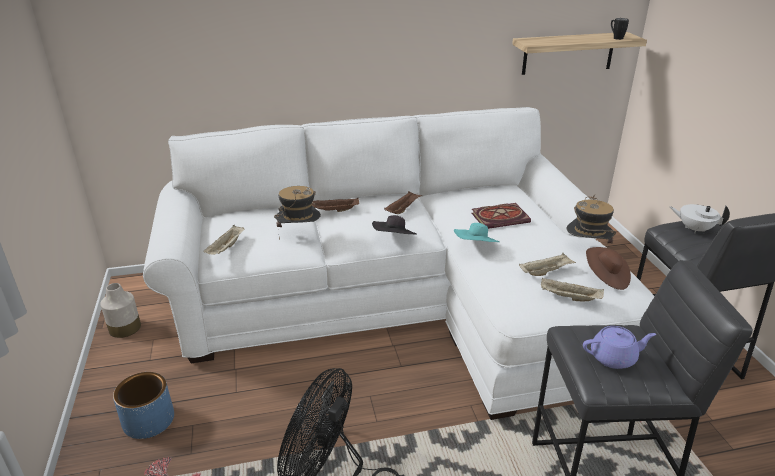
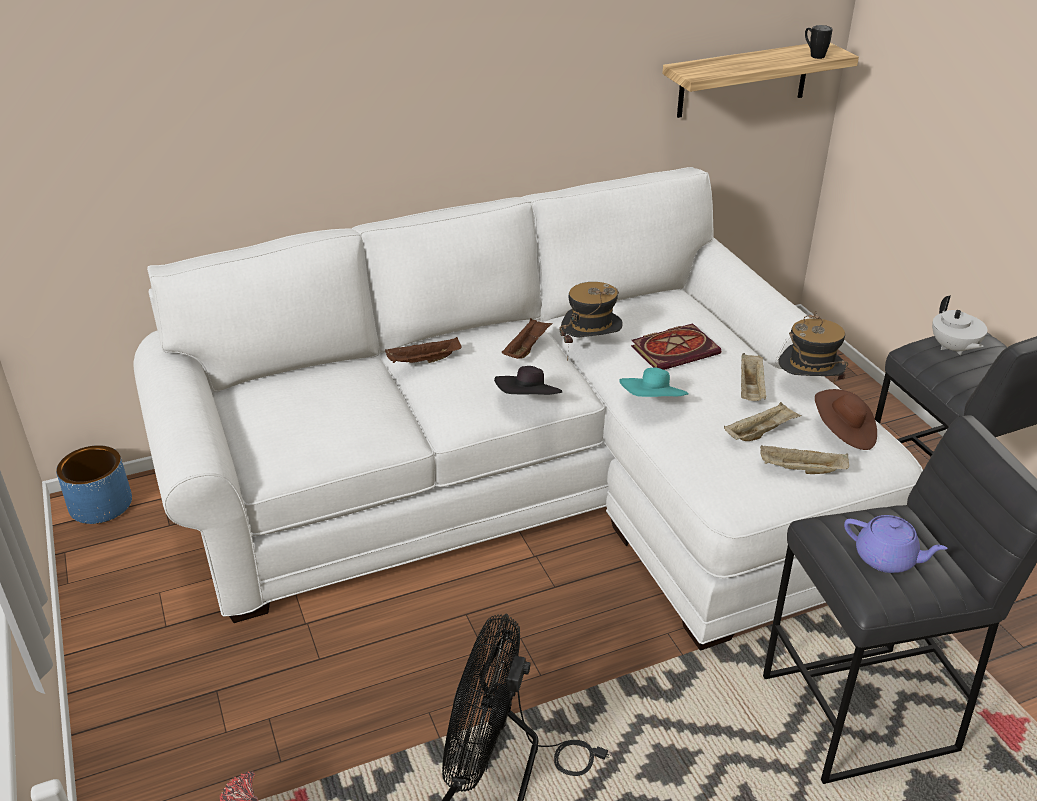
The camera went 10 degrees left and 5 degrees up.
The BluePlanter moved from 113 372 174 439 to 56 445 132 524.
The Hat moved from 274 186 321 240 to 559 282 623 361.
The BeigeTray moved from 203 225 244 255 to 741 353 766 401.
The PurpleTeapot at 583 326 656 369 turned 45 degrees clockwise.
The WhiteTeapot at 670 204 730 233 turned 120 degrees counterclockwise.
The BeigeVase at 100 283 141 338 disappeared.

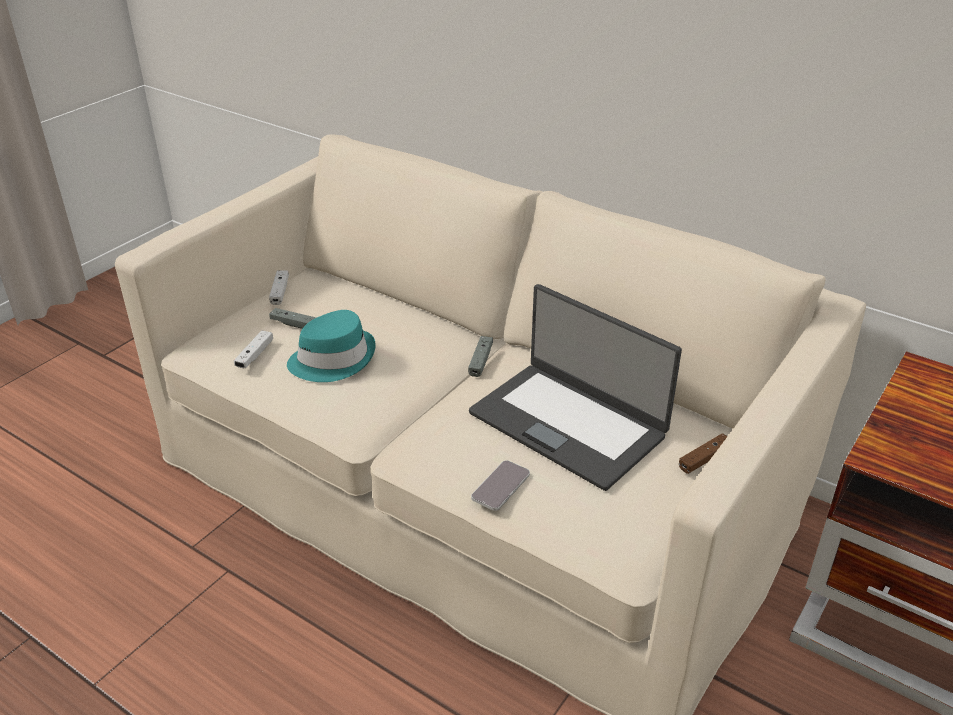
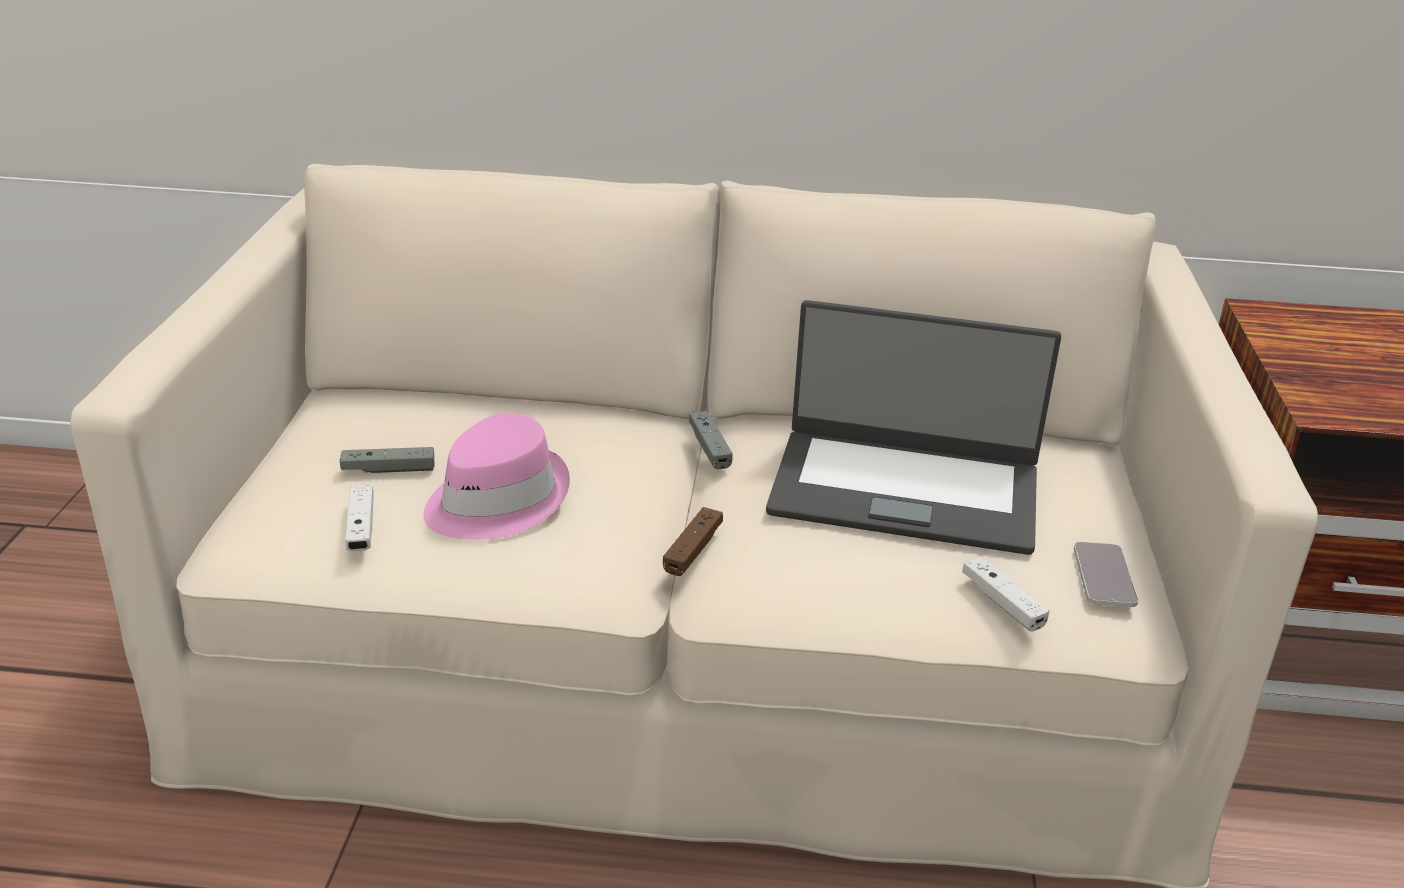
The camera went 30 degrees left and 5 degrees down.
The TurquoiseHat at 287 310 376 382 became the PinkHat at 423 413 570 540.
The BrownGameController moved from 679 433 728 474 to 663 507 723 576.
The WhiteGameController moved from 269 271 289 305 to 962 557 1049 631.
The Phone moved from 471 460 530 511 to 1074 542 1138 607.

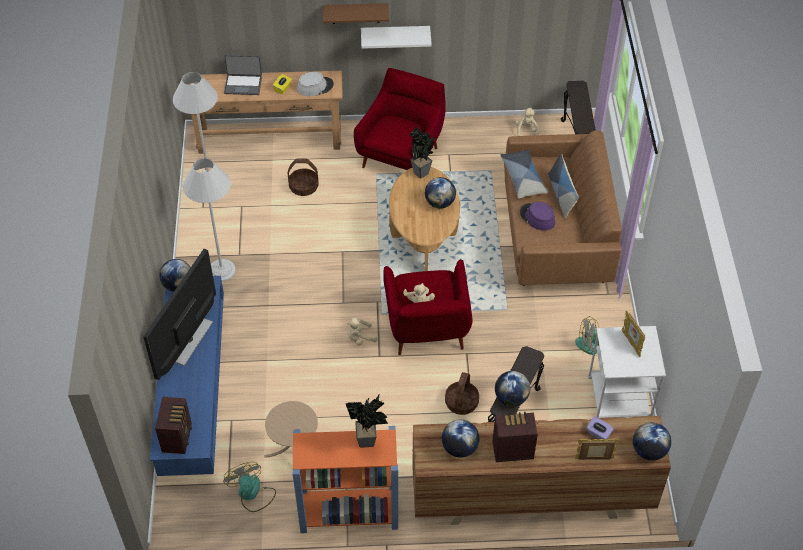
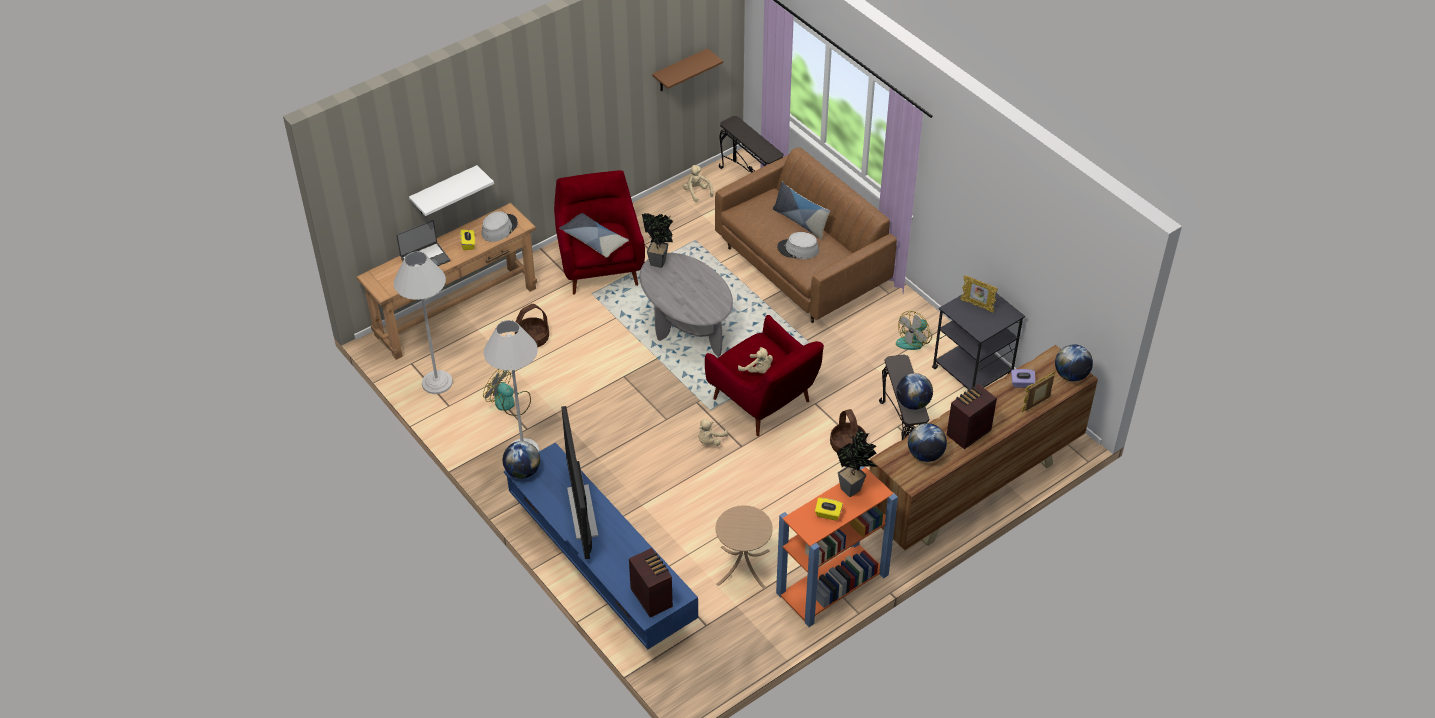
The camera went 35 degrees left and 5 degrees down.
The WhiteShelf moved from 361 26 432 49 to 409 165 494 216.
The Fan moved from 223 462 276 512 to 483 370 531 416.
The Pillow moved from 500 150 548 199 to 559 213 629 258.
The BrownCoffeeTable at 389 167 460 271 became the GreyCoffeeTable at 640 253 733 357.
The BrownShelf moved from 323 3 389 24 to 652 48 723 91.
The PurpleHat at 520 202 555 231 became the GreyHat at 777 232 819 259.
The YellowTissueBox at 815 498 843 520 appeared.
The WhiteCart at 588 326 666 418 became the BlackCart at 932 293 1025 390.
The Globe at 425 177 456 209 disappeared.

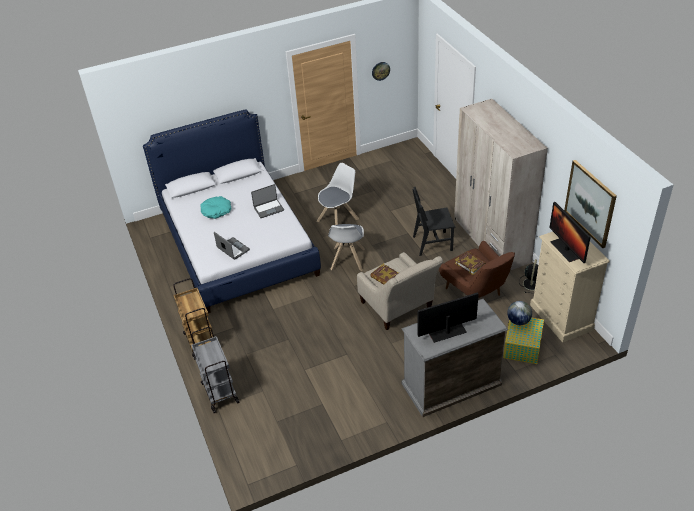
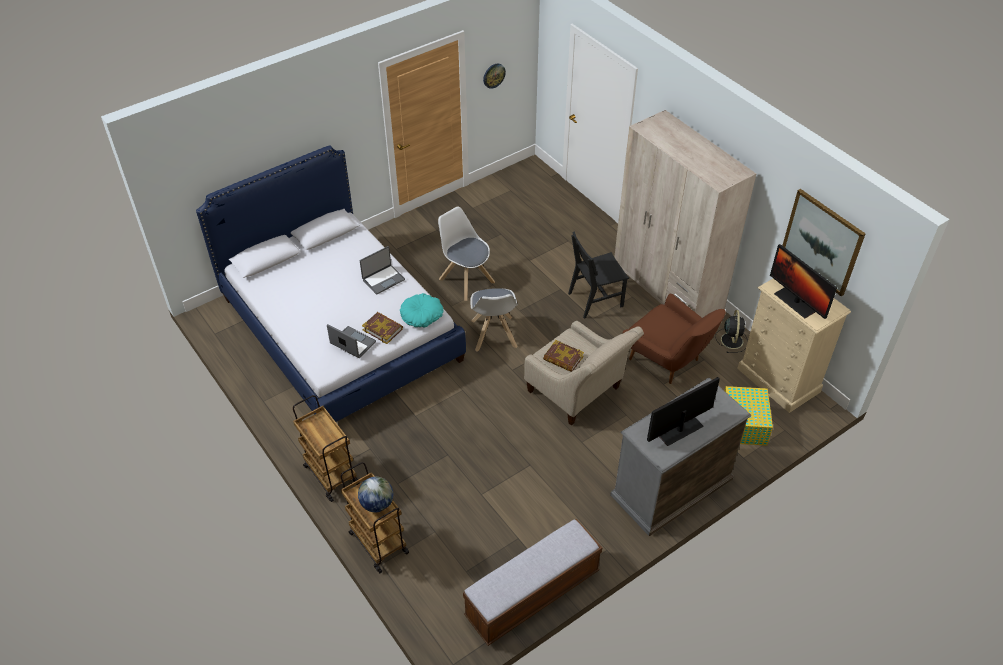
The camera went 15 degrees left and 5 degrees up.
The GreyCart at 191 327 239 413 became the BrownCart at 340 462 409 574.
The Globe moved from 507 301 532 325 to 358 477 393 512.
The Book moved from 455 251 486 275 to 362 312 403 344.
The TurquoisePillow moved from 200 196 231 219 to 400 293 443 328.
The Chair at 316 163 359 225 turned 75 degrees counterclockwise.
The Bench at 463 519 602 646 appeared.

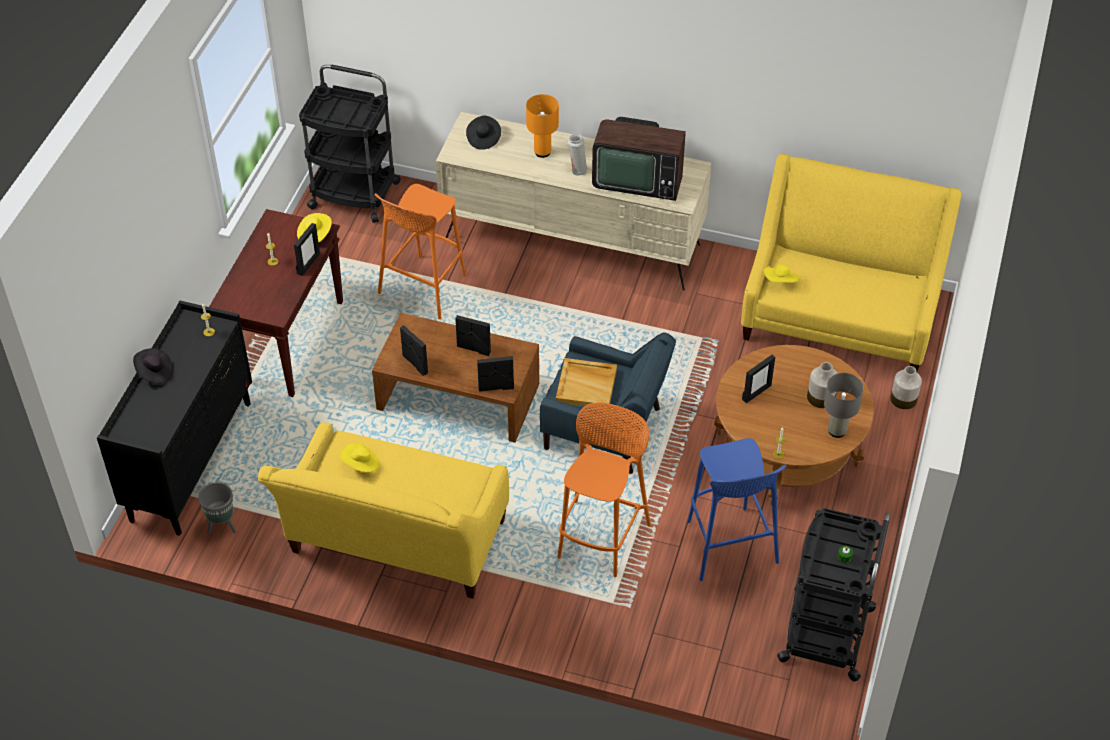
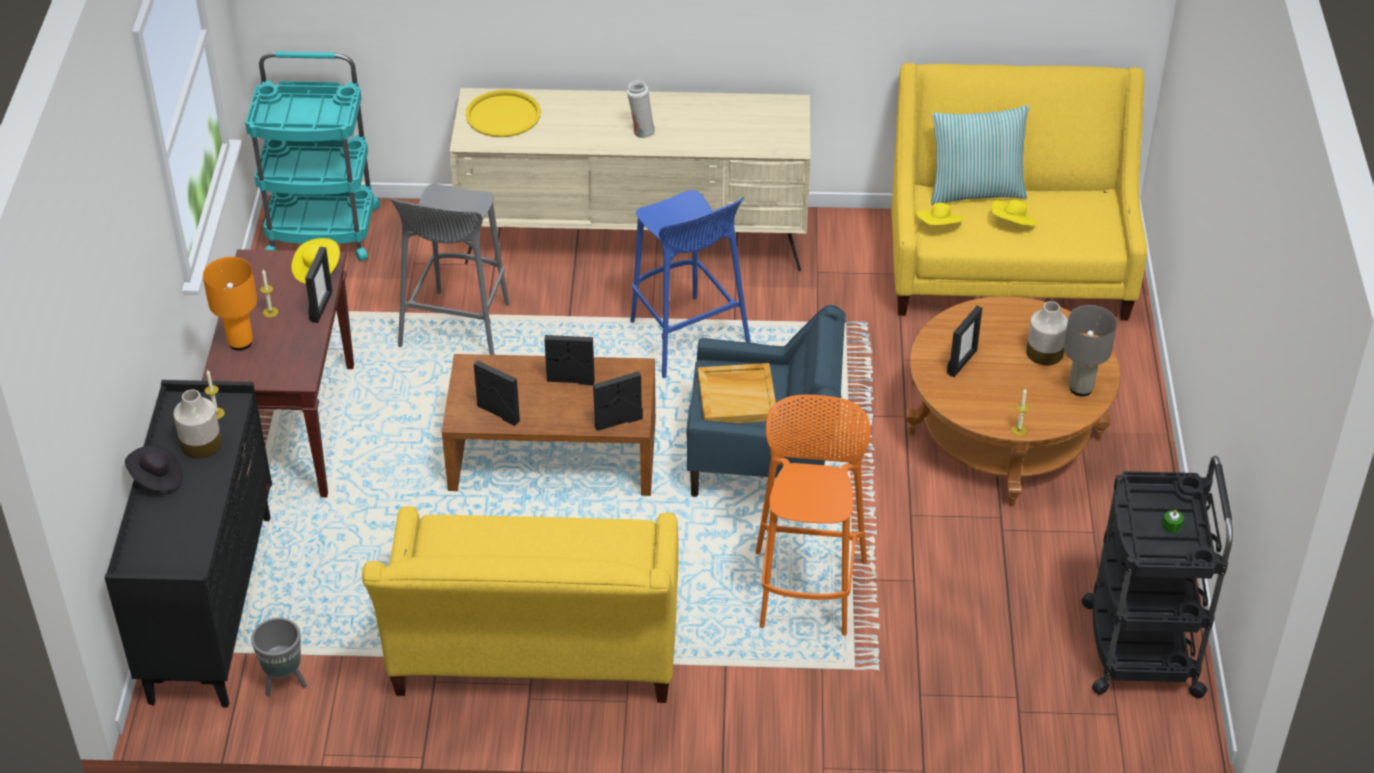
The camera went 15 degrees left and 5 degrees down.
The BeigeVase moved from 890 366 922 409 to 173 389 222 459.
The OrangeTableLamp moved from 526 94 559 158 to 203 257 257 351.
The BlackCart at 299 65 401 223 became the TurquoiseCart at 245 51 380 261.
The OrangeStool at 374 184 466 319 became the GreyStool at 390 184 509 355.
The BlackHat at 466 116 501 150 was replaced by the YellowTray at 465 90 541 137.
The BlueStool moved from 687 438 786 581 to 630 190 751 378.
The Pillow at 931 105 1029 205 appeared.
The YellowHat moved from 340 443 380 472 to 991 199 1037 226.
The Television at 592 117 686 201 disappeared.

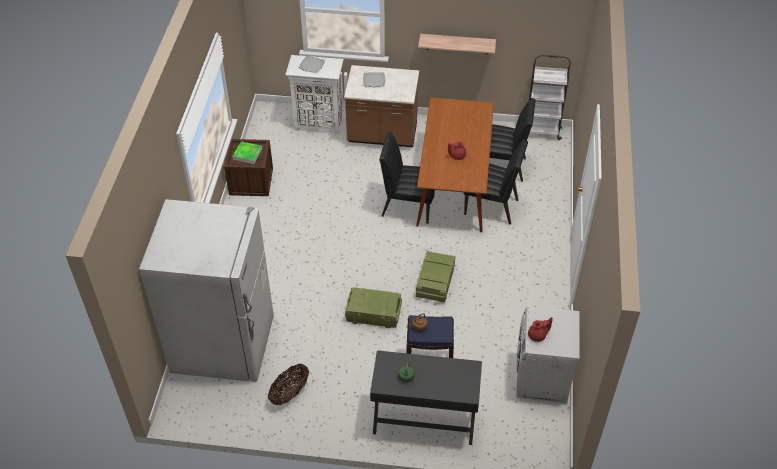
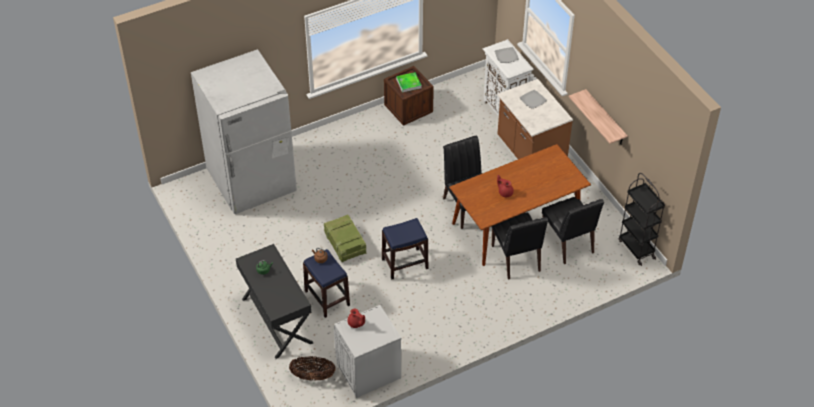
The camera went 55 degrees right and 0 degrees up.
The Basket moved from 268 364 309 405 to 289 356 336 381.
The Crate at 416 251 455 303 was replaced by the Stool at 382 218 428 279.
The WhiteCart at 529 55 571 140 became the BlackCart at 619 173 665 266.

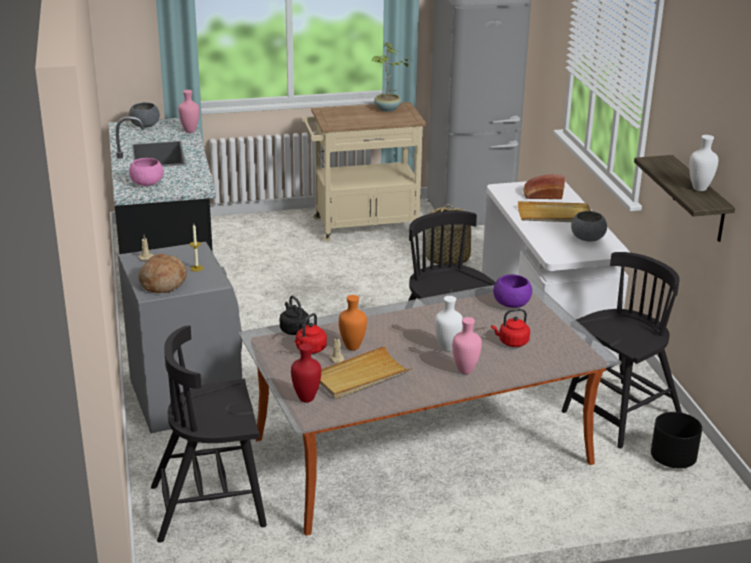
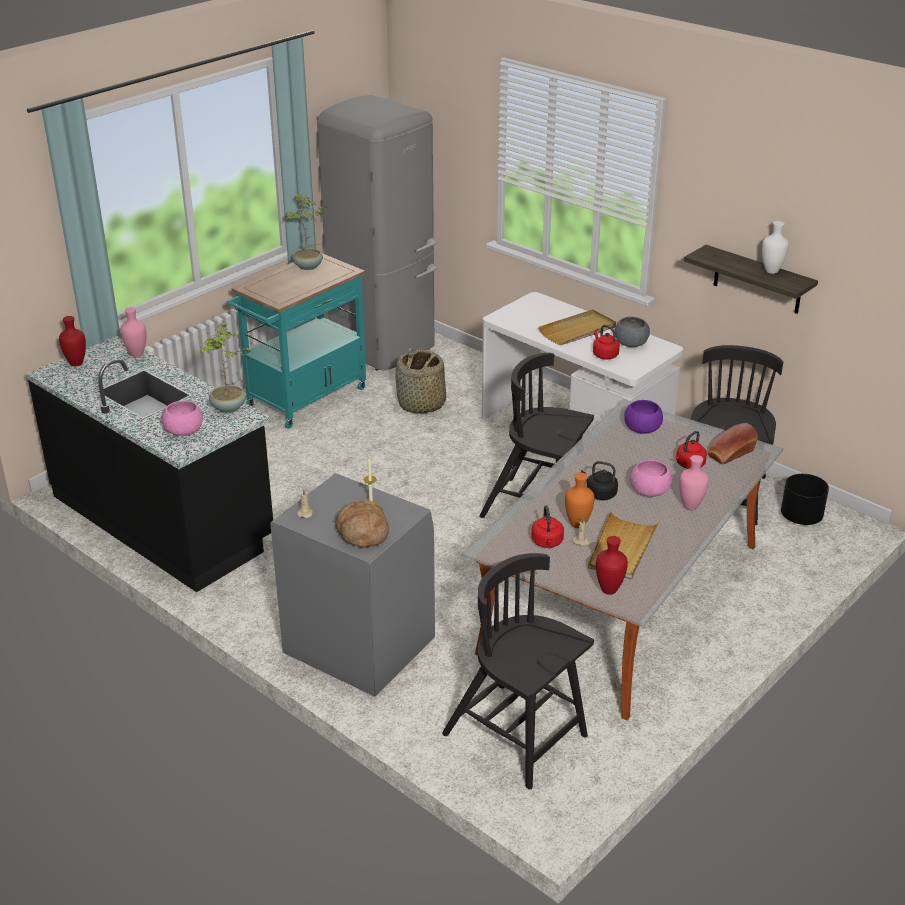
The camera went 35 degrees left and 5 degrees up.
The GreyBowl at 129 102 160 127 was replaced by the RedVase at 59 316 86 366.
The PottedPlant at 200 323 252 413 appeared.
The BeigeCart at 302 102 426 242 became the TurquoiseCart at 226 254 366 429.
The BlackChair at 151 326 267 543 turned 90 degrees clockwise.
The BlackKettle moved from 280 296 309 335 to 581 461 618 500.
The RedKettle at 593 325 620 359 appeared.
The WhiteVase at 435 296 463 351 was replaced by the PinkBowl at 630 460 672 497.
The Bread moved from 523 174 565 199 to 708 423 758 464.

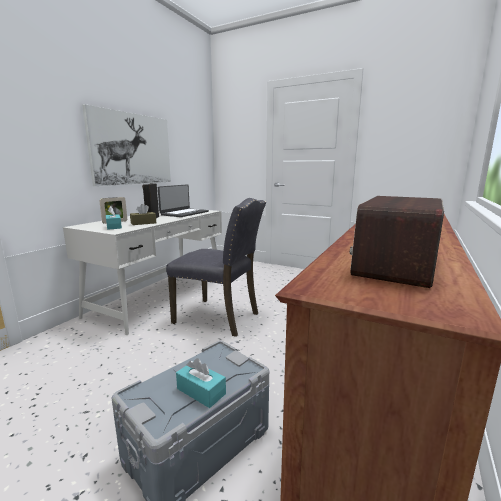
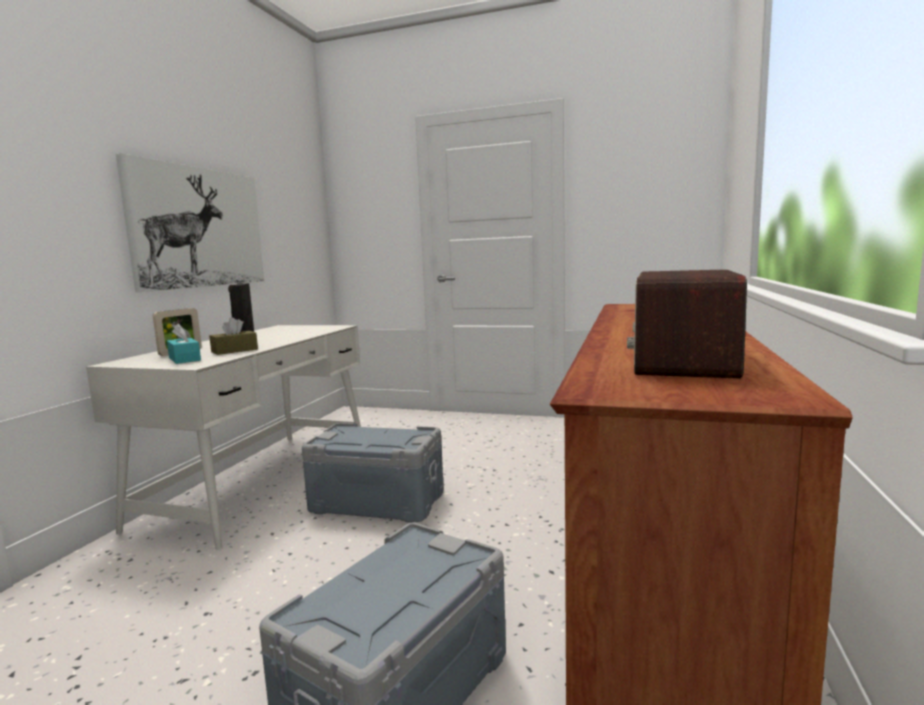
The camera went 10 degrees left and 5 degrees down.
The GreyChair at 166 198 266 337 was replaced by the GreyStorageBox at 302 423 444 523.
The Laptop at 158 184 209 217 disappeared.
The TurquoiseTissueBox at 176 358 226 408 disappeared.

